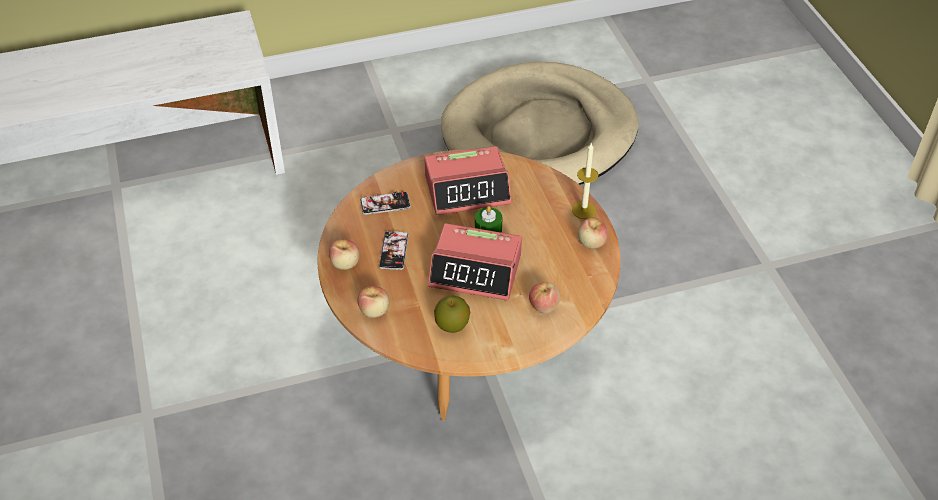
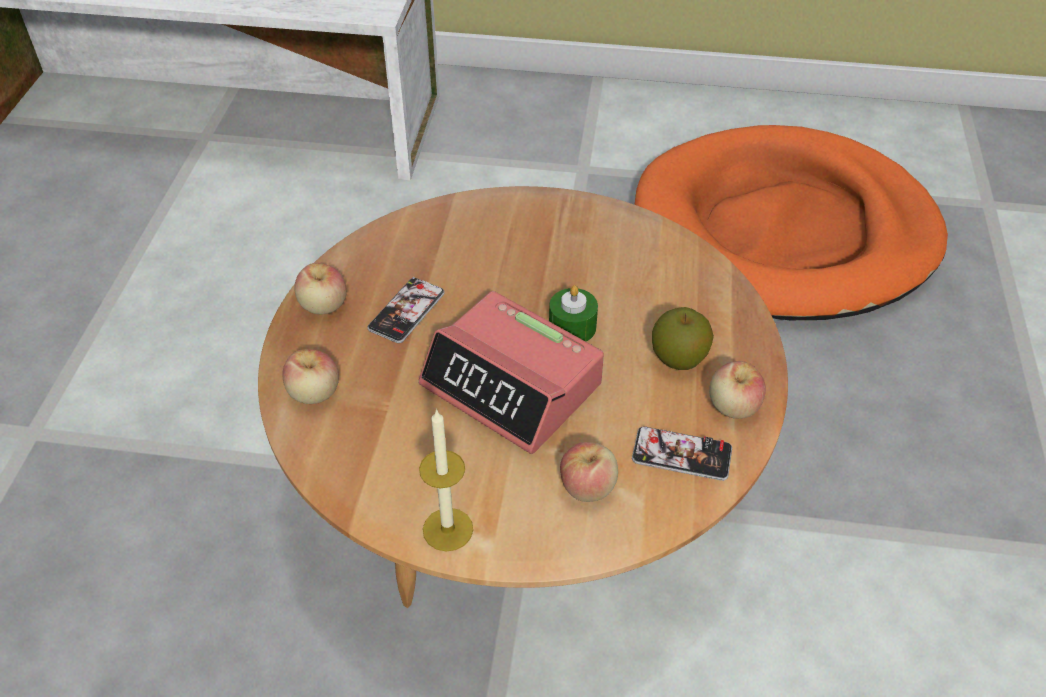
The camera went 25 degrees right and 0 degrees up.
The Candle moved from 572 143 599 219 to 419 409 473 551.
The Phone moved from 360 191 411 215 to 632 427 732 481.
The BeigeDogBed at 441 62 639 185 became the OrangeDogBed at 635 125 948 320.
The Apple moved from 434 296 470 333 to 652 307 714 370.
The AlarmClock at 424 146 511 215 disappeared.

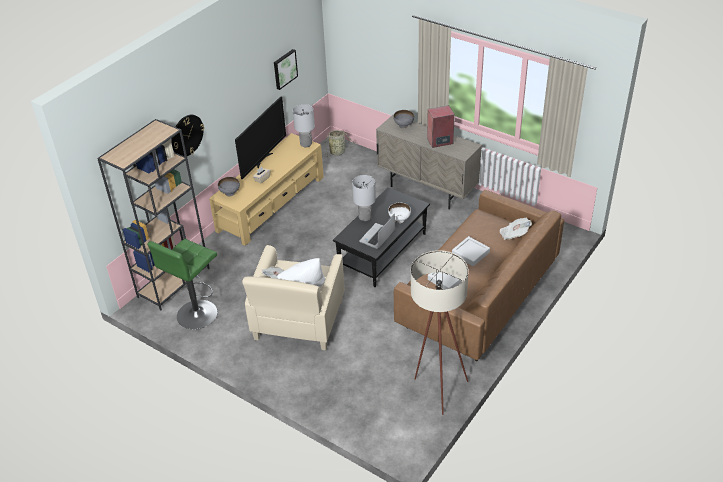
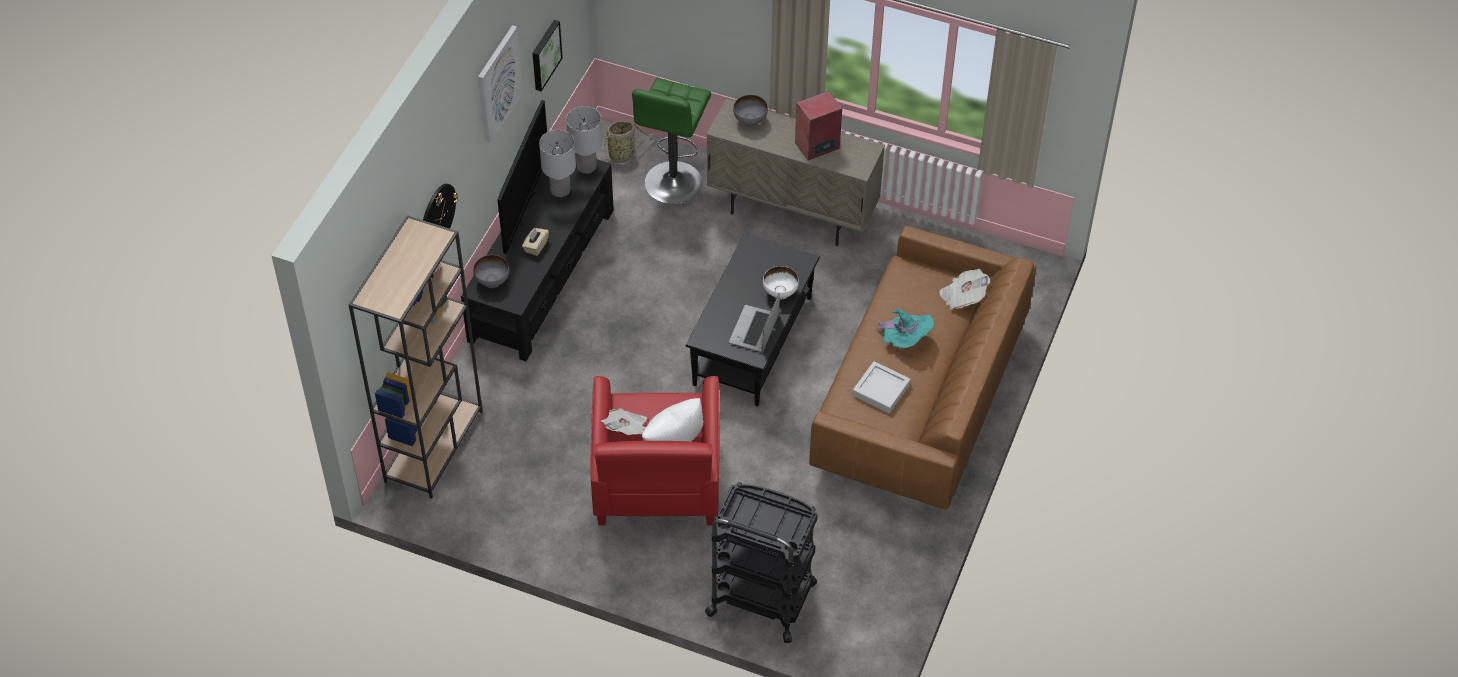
The camera went 15 degrees left and 10 degrees up.
The BeigeTvStand at 209 133 324 246 became the BlackTvStand at 461 153 614 361.
The Picture at 478 25 523 143 appeared.
The GreyTableLamp moved from 352 175 376 221 to 539 130 576 197.
The BeigeArmchair at 242 245 344 351 became the RedArmchair at 590 376 719 525.
The GreenStool moved from 147 239 217 329 to 632 78 711 204.
The BlackCart at 705 482 818 643 appeared.
The GreyTray at 452 236 490 266 was replaced by the TurquoiseHat at 875 309 934 348.
The BeigeFloorLamp at 411 250 469 415 disappeared.

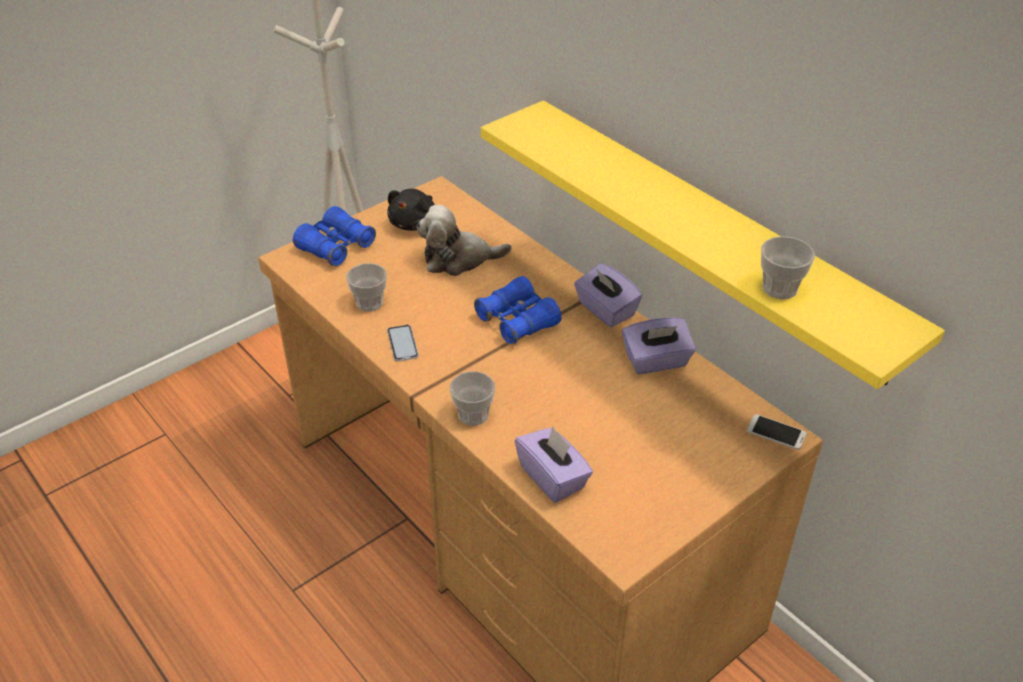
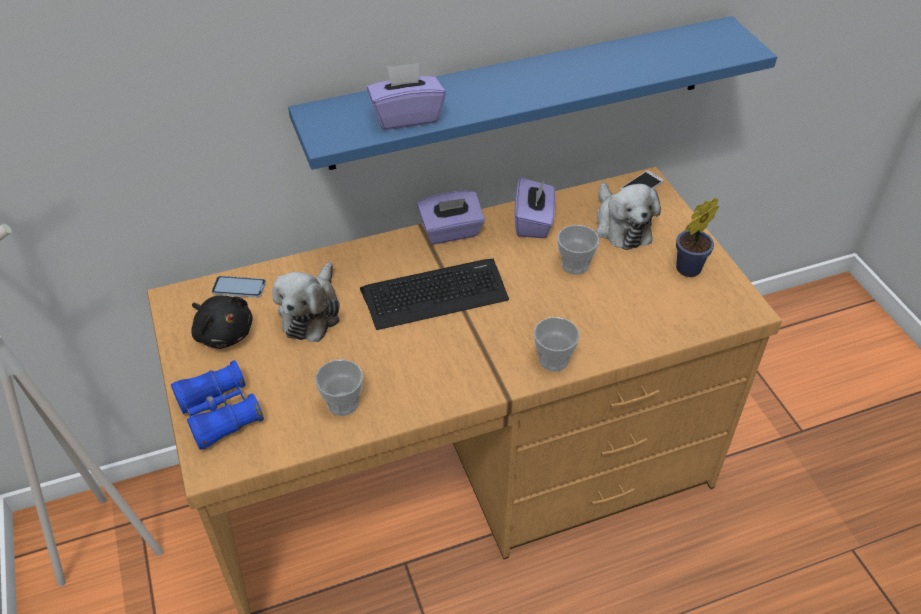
The camera went 70 degrees left and 5 degrees up.
The Phone moved from 387 325 419 362 to 212 276 266 298.
The YellowShelf at 481 100 945 389 became the BlueShelf at 288 16 777 170.
The BlueBinoculars at 474 276 562 345 was replaced by the Keyboard at 360 259 509 330.
The PurpleTissueBox moved from 515 427 593 503 to 367 63 445 130.
The Cup moved from 761 236 815 299 to 558 225 599 275.
The PlushToy at 596 182 661 250 appeared.
The PottedPlant at 676 197 719 277 appeared.

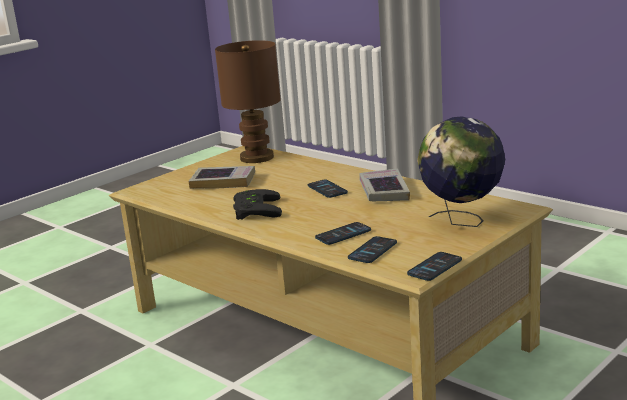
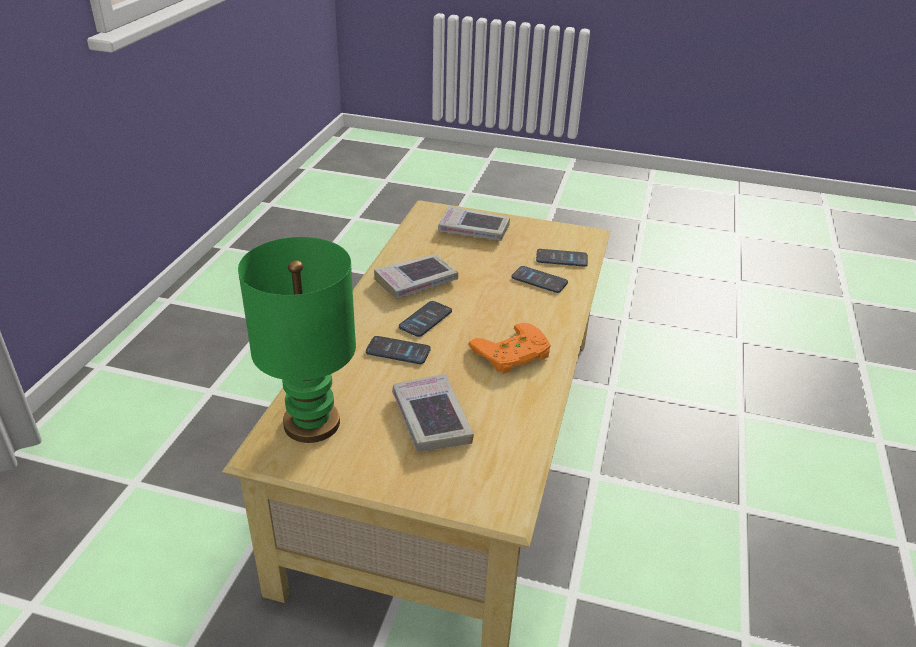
The camera went 120 degrees left and 15 degrees up.
The BrownTableLamp at 215 40 281 163 became the GreenTableLamp at 238 237 356 443.
The Phone moved from 407 252 462 281 to 366 336 431 364.
The Globe at 417 116 505 227 was replaced by the Book at 438 206 510 241.
The BlackGameController at 233 189 282 220 became the OrangeGameController at 469 323 551 374.

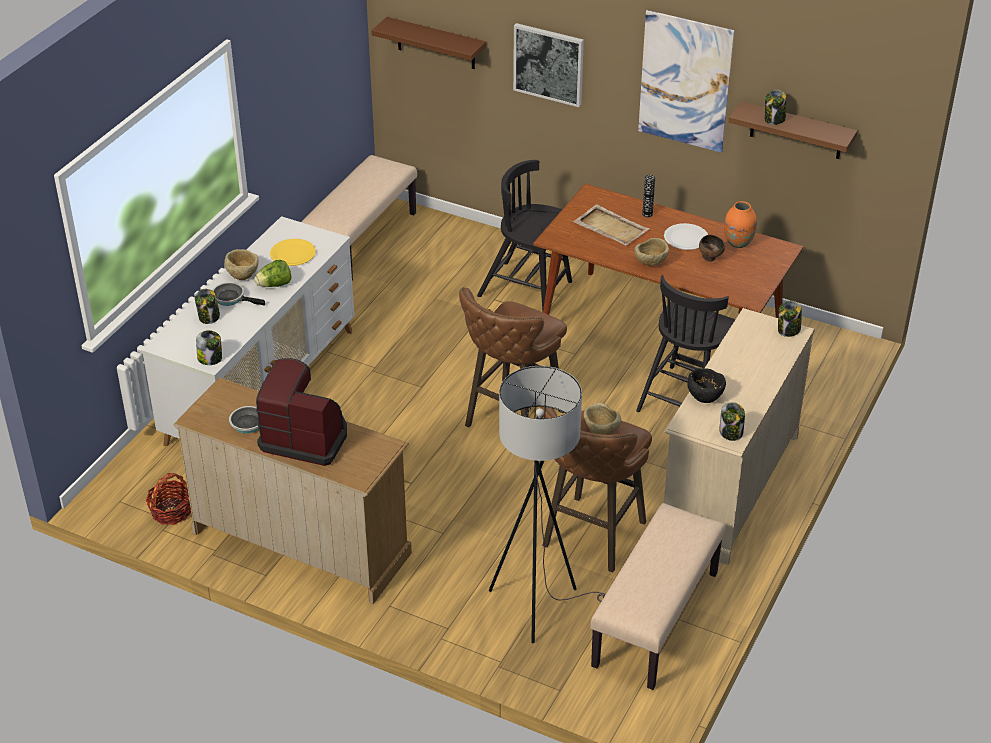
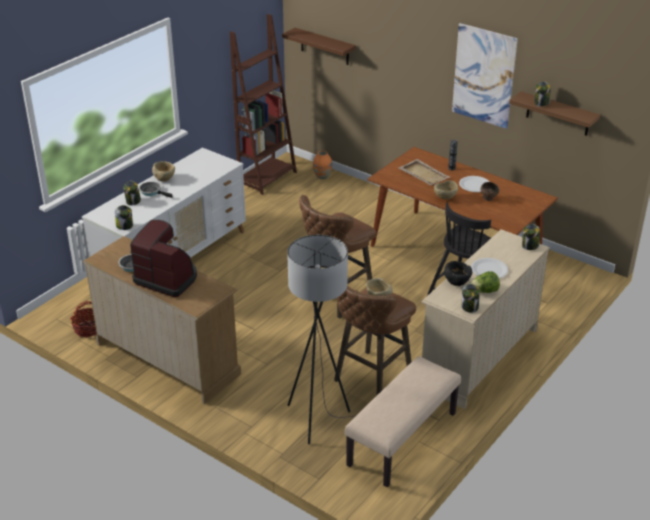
The camera went 10 degrees right and 5 degrees down.
The BeigeBench at 302 155 417 280 was replaced by the BrownBookcase at 230 14 297 195.
The OrangeVase moved from 724 201 757 248 to 313 151 332 179.
The Lettuce moved from 254 260 291 287 to 470 271 500 293.
The WhitePlate at 471 258 508 279 appeared.
The YellowPlate at 270 239 316 266 disappeared.
The BlackChair at 477 160 572 311 disappeared.
The Picture at 513 23 584 107 disappeared.

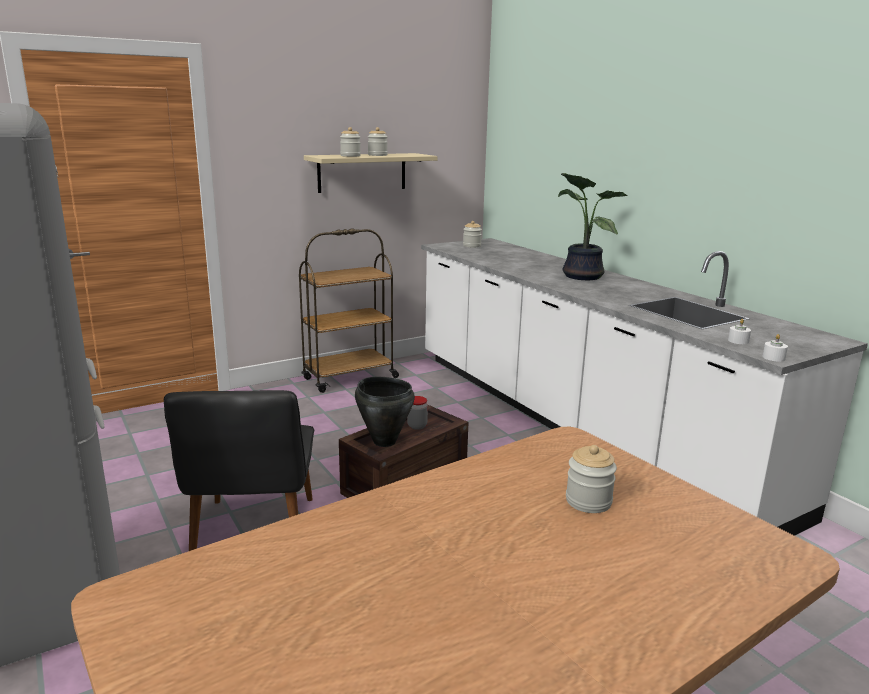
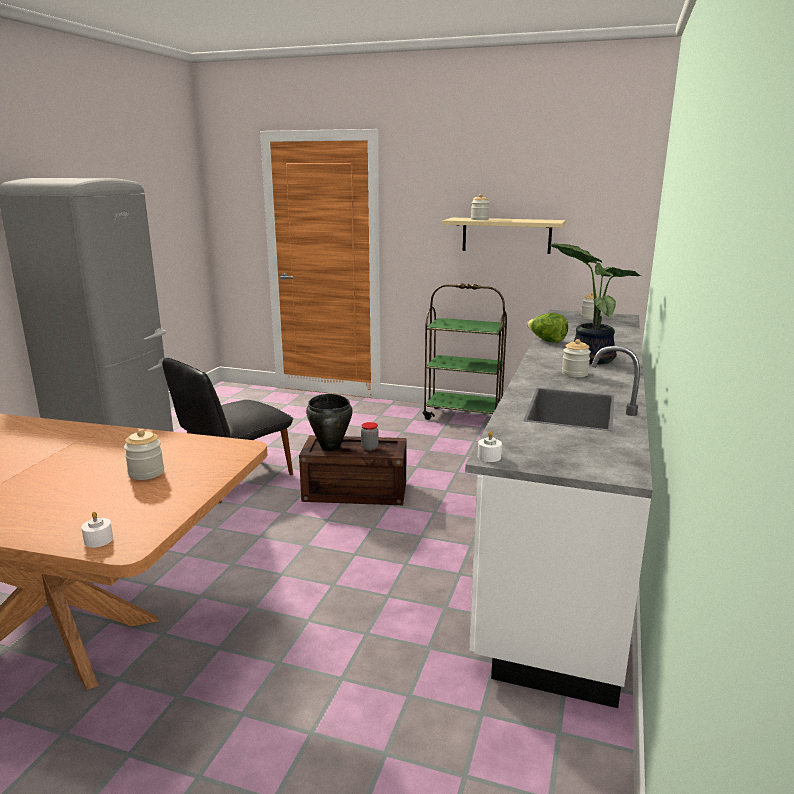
The camera went 50 degrees right and 0 degrees up.
The WhiteCandle moved from 728 319 751 344 to 81 511 113 548.
The BrownCart at 299 228 399 393 became the GreenCart at 422 283 507 420.
The Lettuce at 527 313 568 343 appeared.
The Jar moved from 368 127 388 156 to 562 339 591 377.

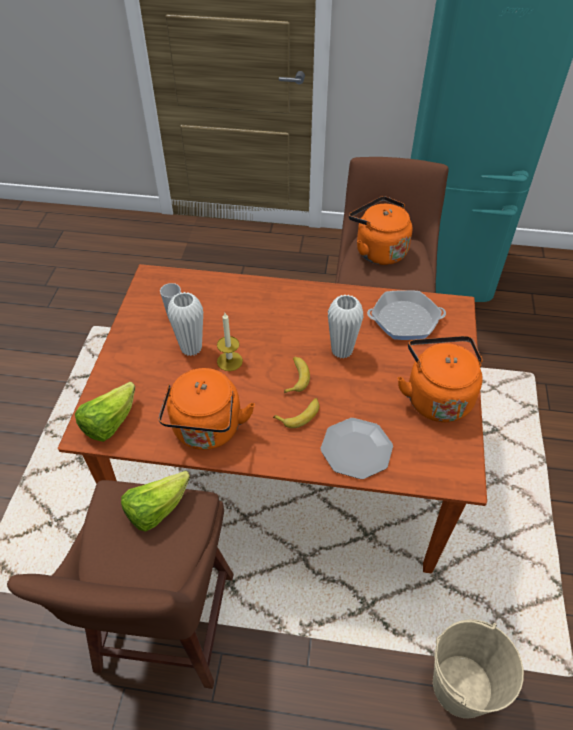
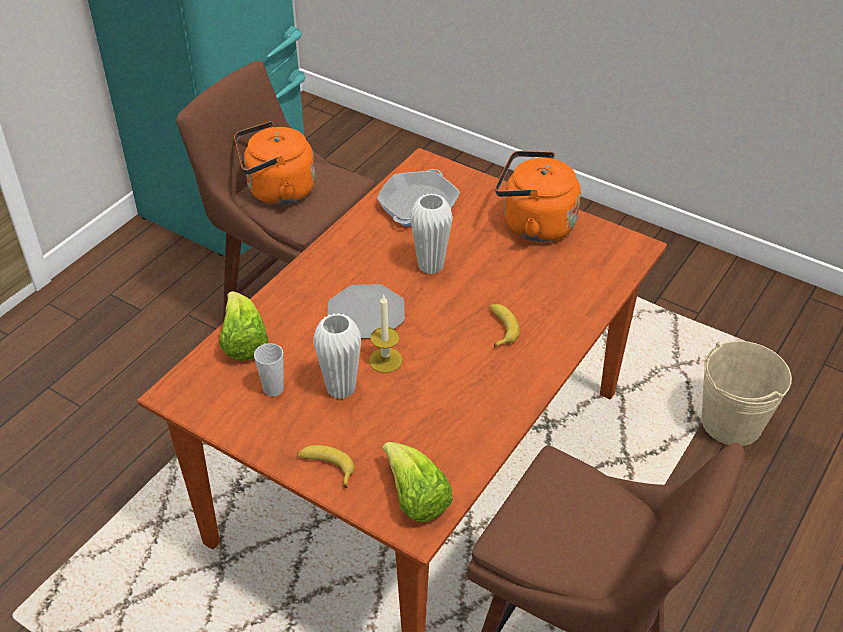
The camera went 65 degrees left and 5 degrees down.
The Lettuce moved from 121 470 190 532 to 219 291 269 361.
The Banana moved from 284 356 310 393 to 297 445 354 488.
The Plate moved from 321 418 393 479 to 327 284 405 339.
The OrangeKettle at 159 368 255 450 disappeared.

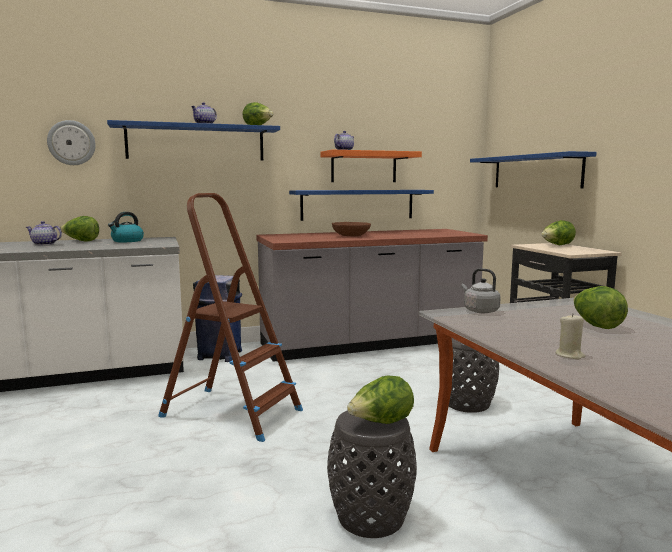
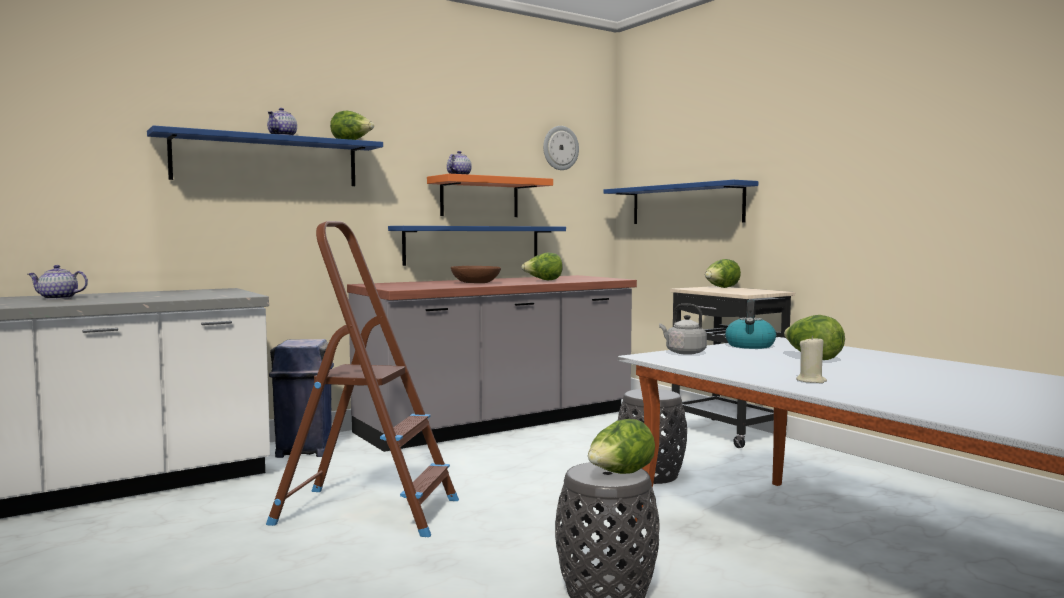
The camera went 15 degrees left and 5 degrees down.
The Lettuce moved from 60 216 99 242 to 521 252 563 280.
The WallClock moved from 47 120 96 165 to 543 126 579 170.
The Kettle moved from 108 212 144 242 to 725 300 776 349.

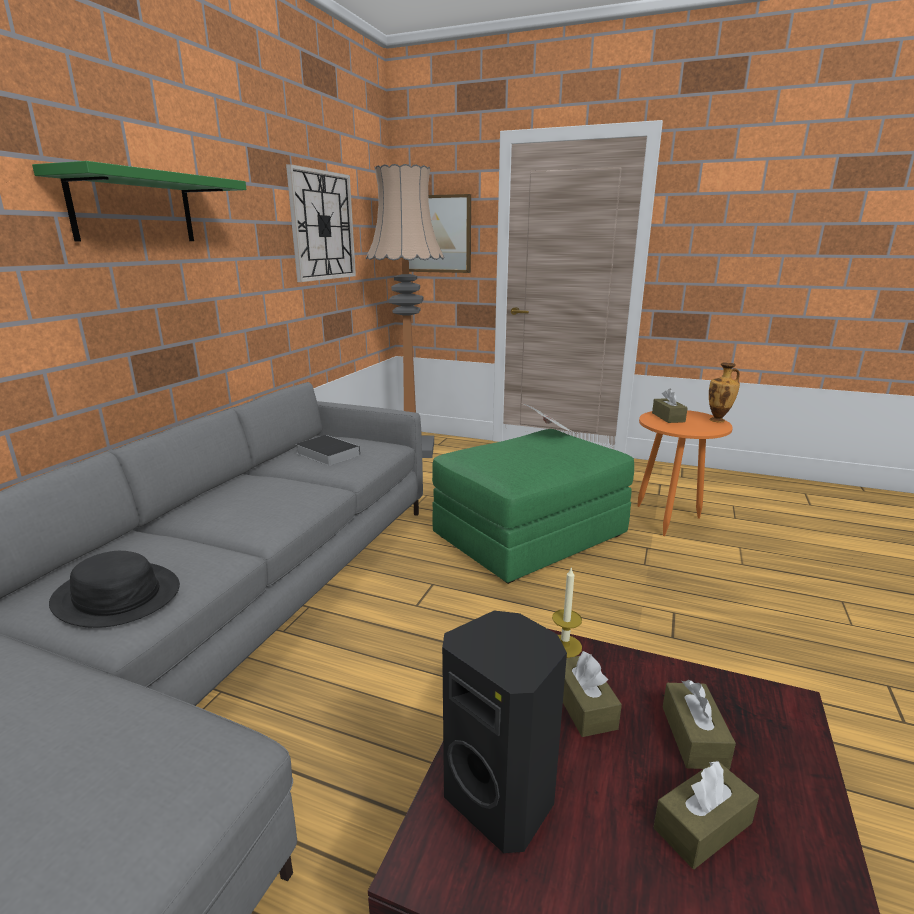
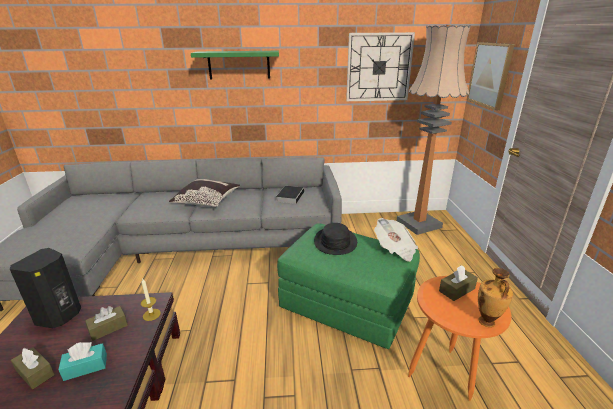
The camera went 65 degrees right and 5 degrees up.
The BrownTissueBox at 663 680 736 770 became the TurquoiseTissueBox at 58 342 107 381.
The Pillow at 169 179 240 207 appeared.
The BlackHat moved from 49 551 180 628 to 314 223 357 255.

